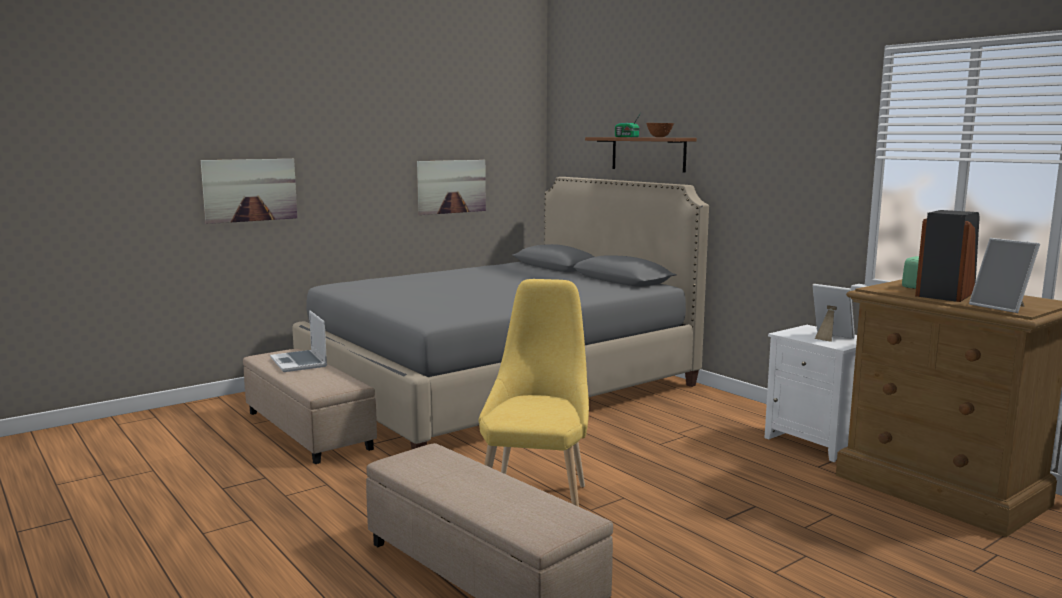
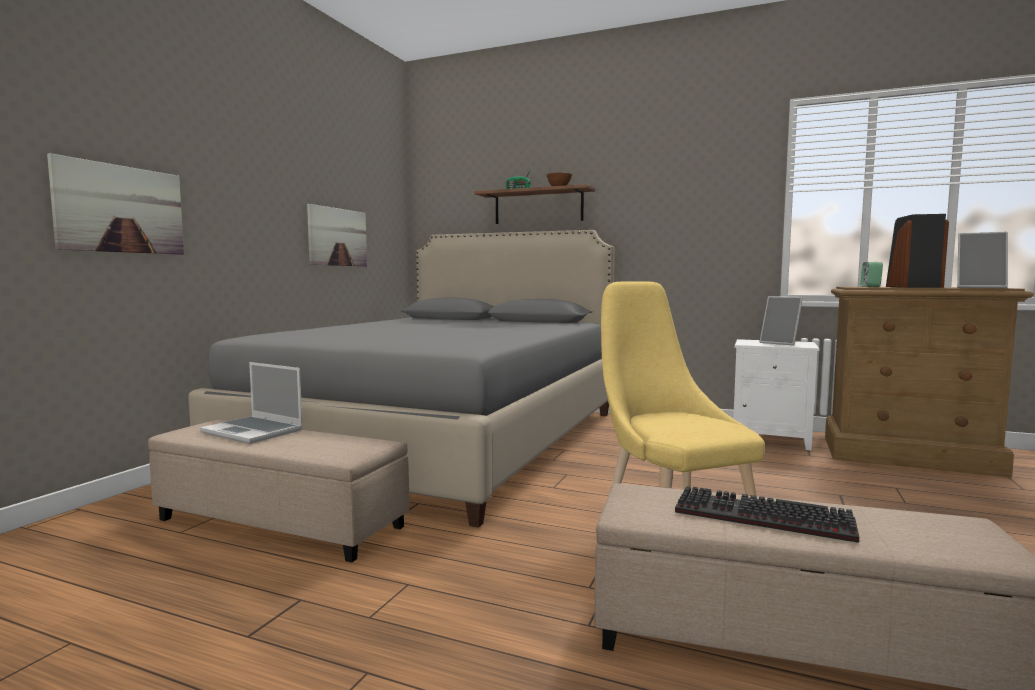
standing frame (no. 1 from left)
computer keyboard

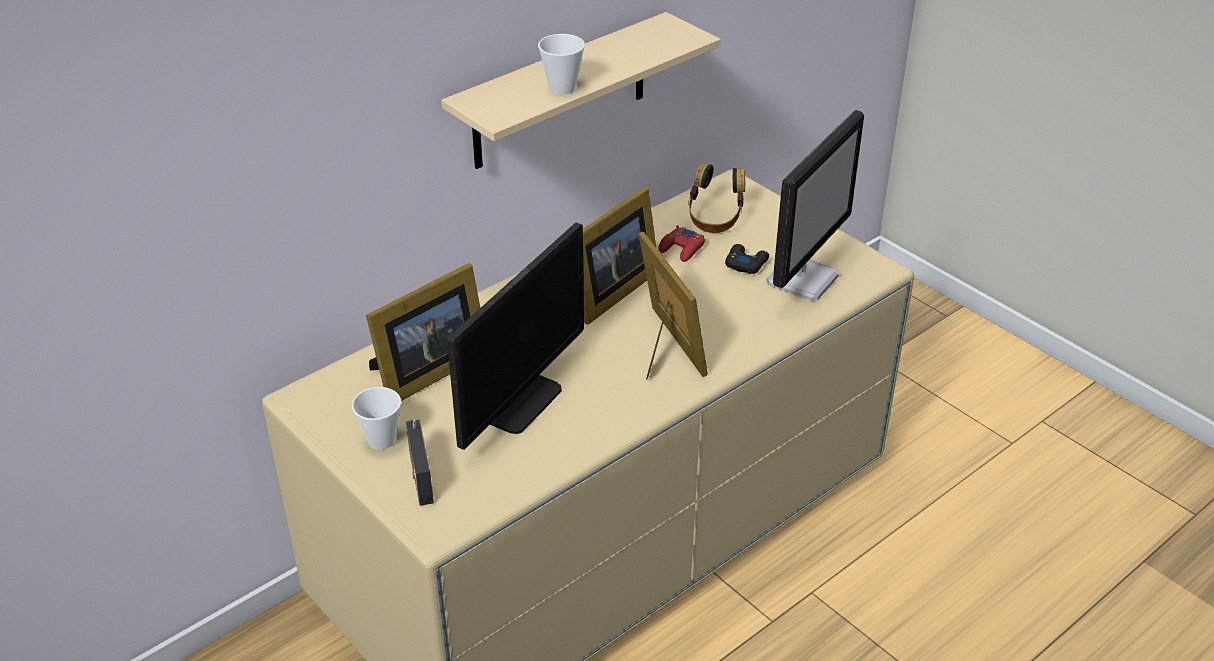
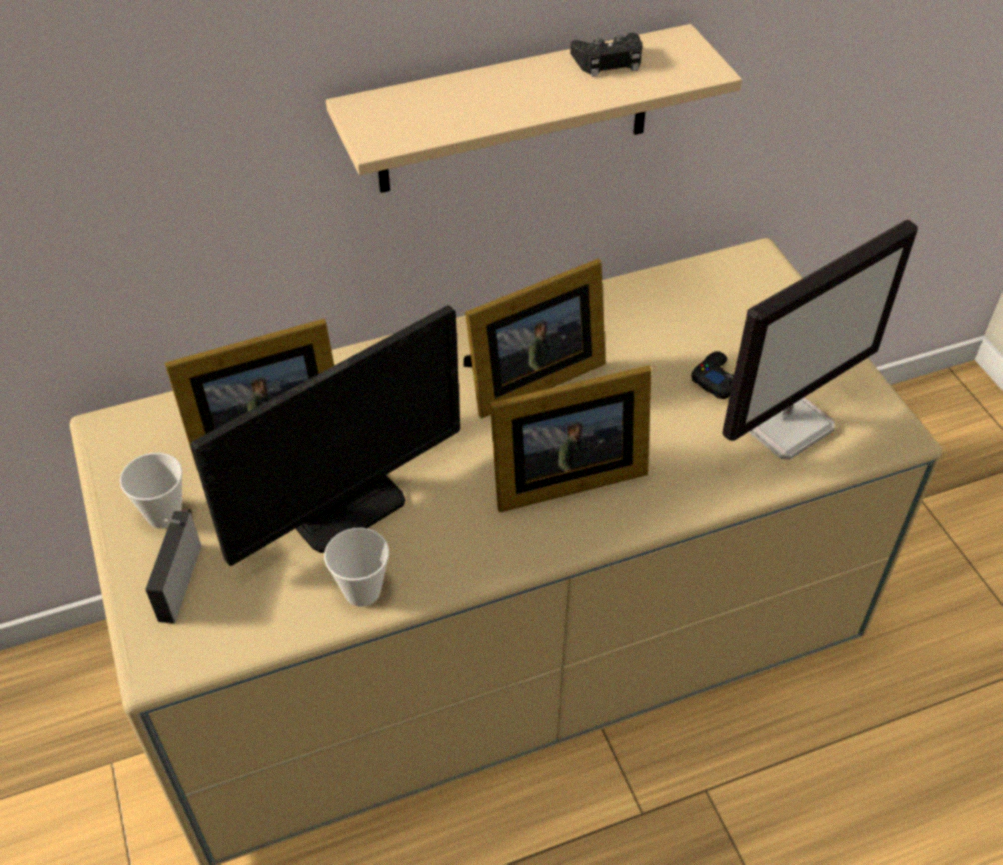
small cup (no. 2 from left)
headphones
red-coloured game controller
standing frame (no. 3 from left)
black-coloured game controller (no. 1 from left)

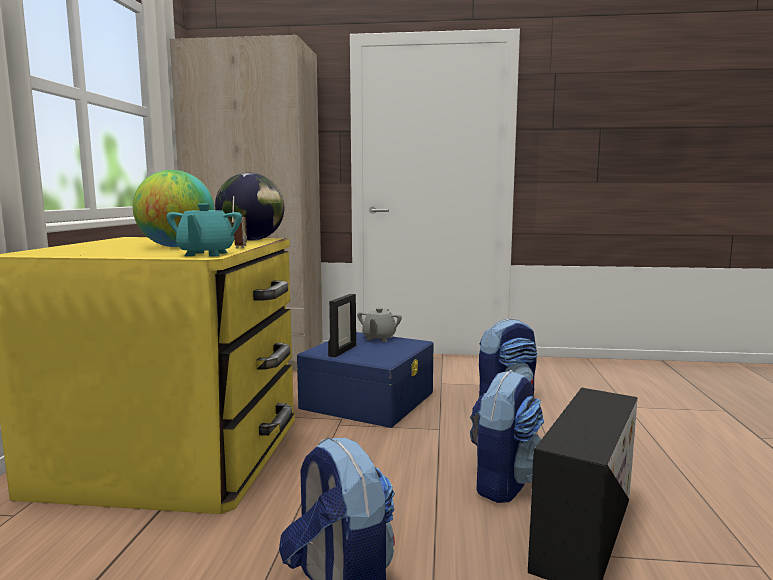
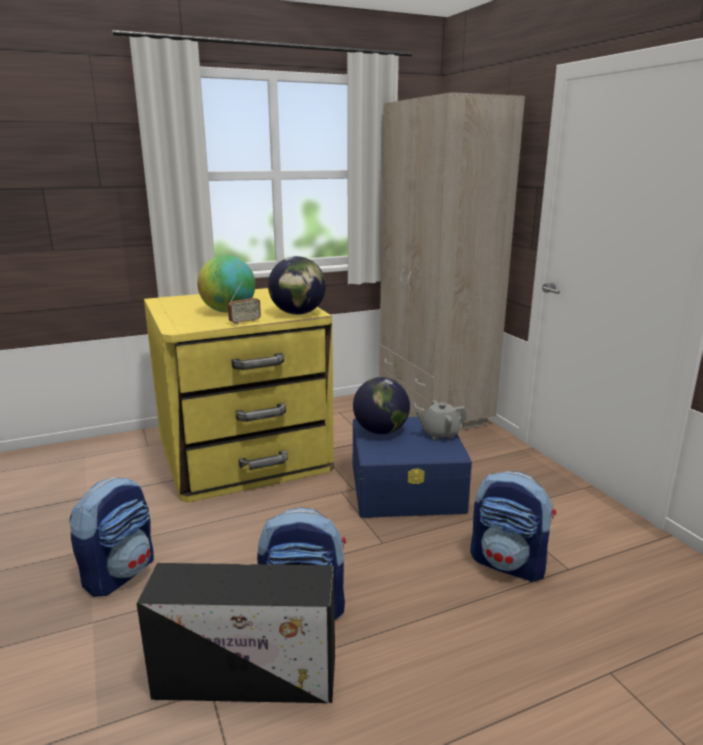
blue-green pot for tea
desk globe (no. 3 from left)

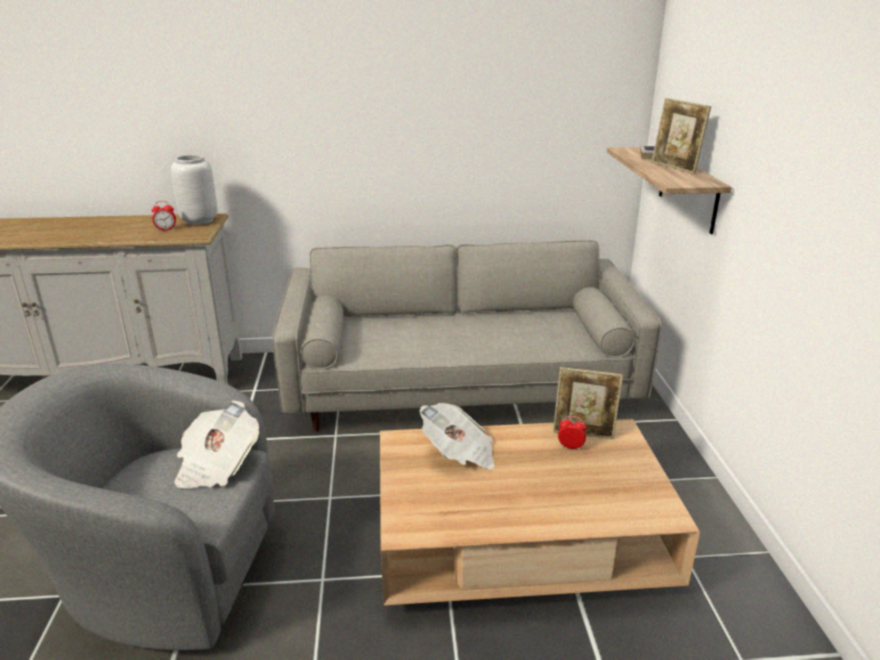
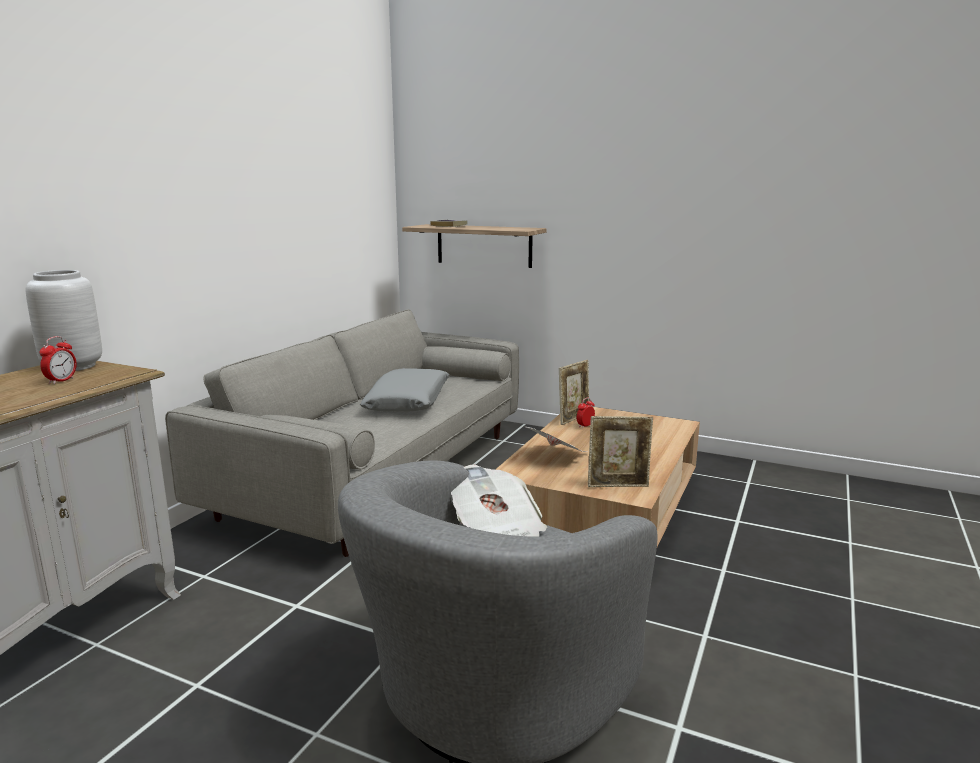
standing frame (no. 2 from left)
grey pillow

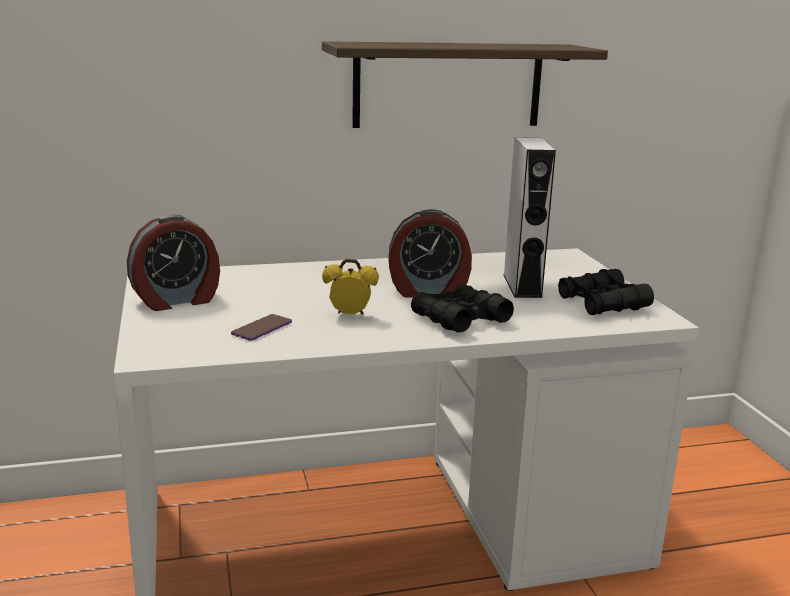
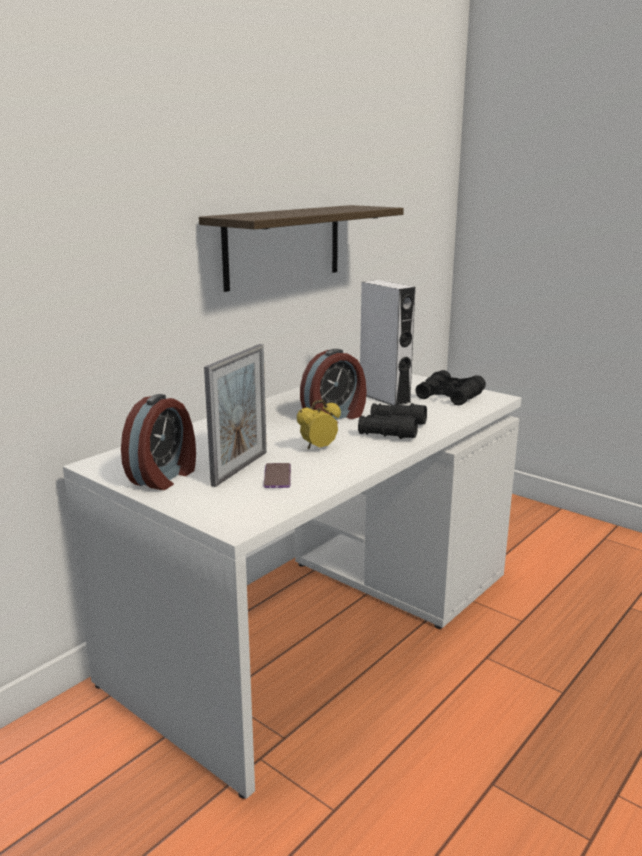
standing frame

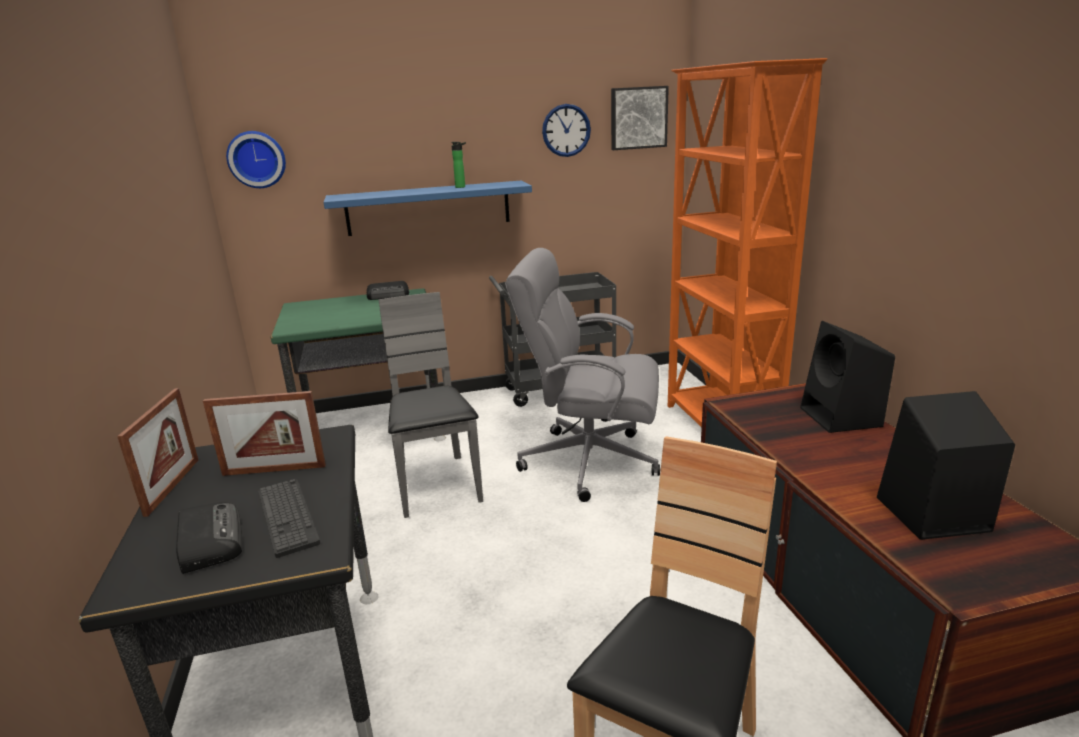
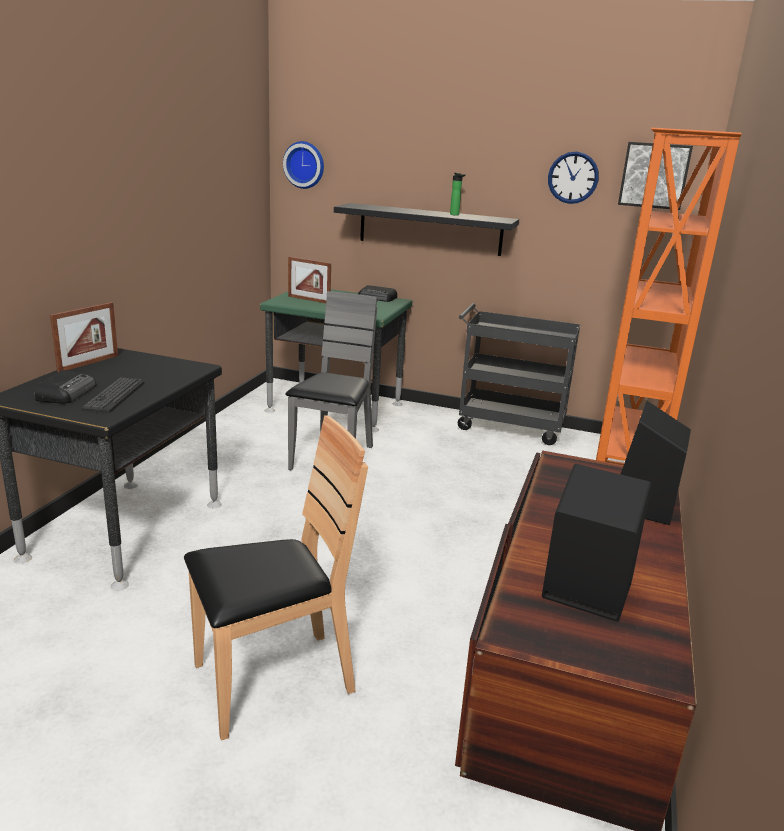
black-coloured shelf
grey desk chair
standing frame (no. 2 from left)

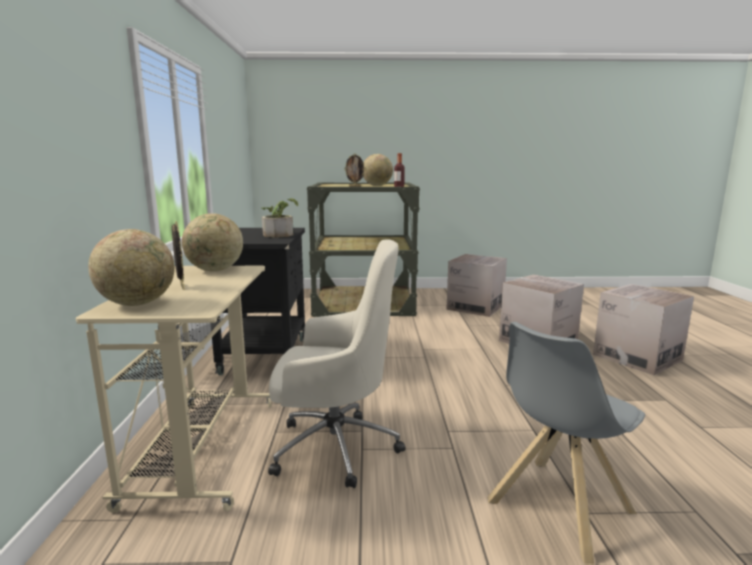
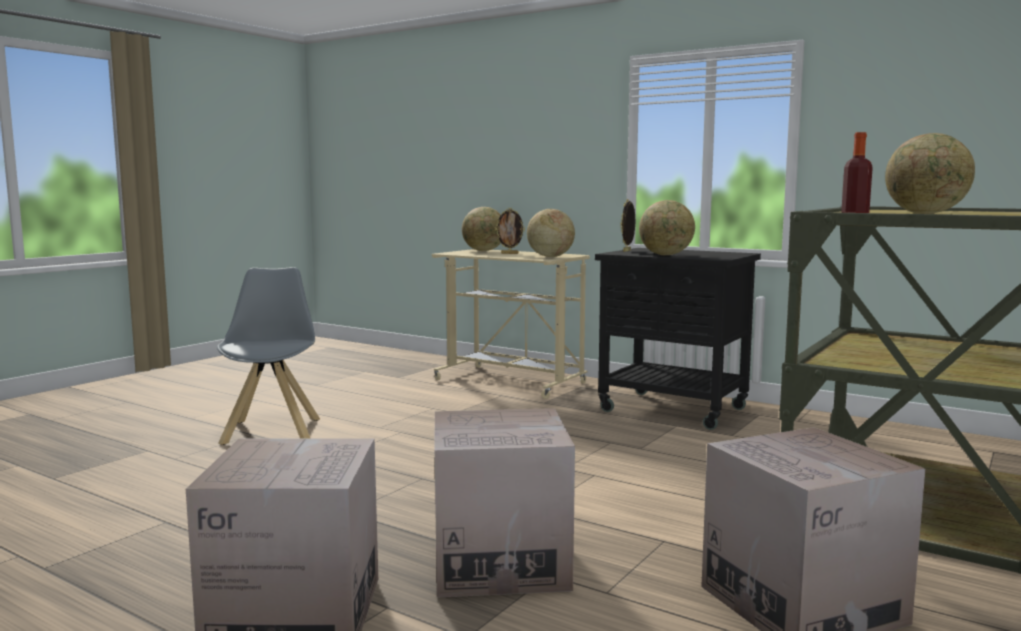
standing frame (no. 2 from left)
desk globe (no. 3 from left)
sand-coloured desk chair

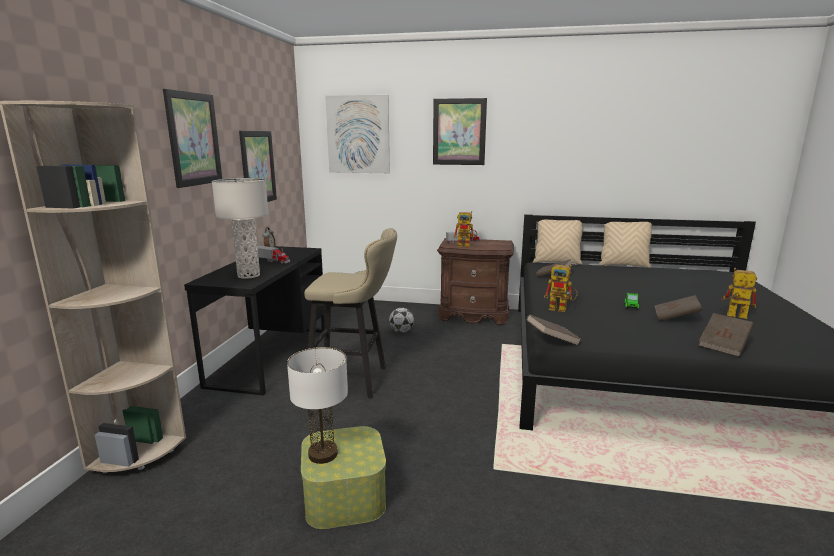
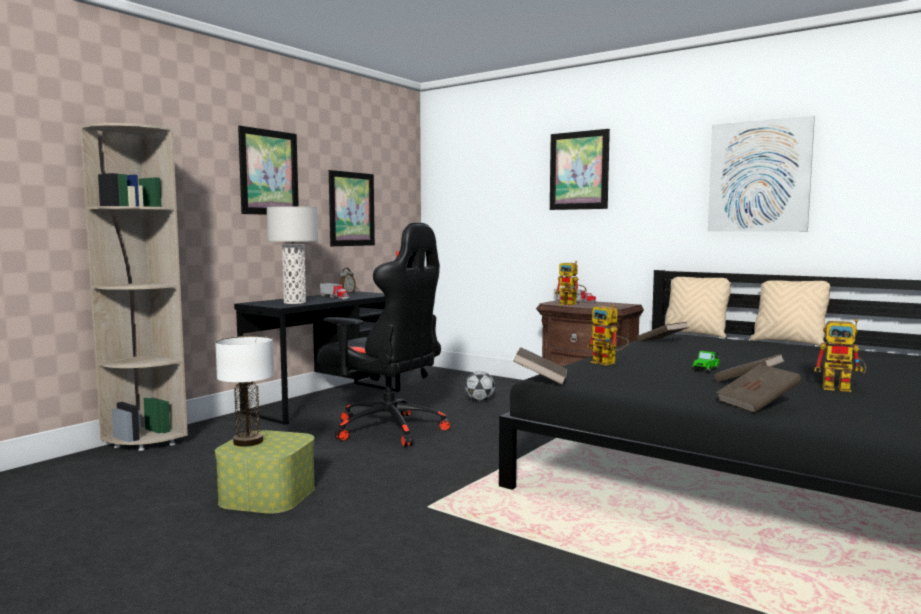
picture (no. 4 from left)
black-coloured desk chair
robot figure (no. 3 from left)

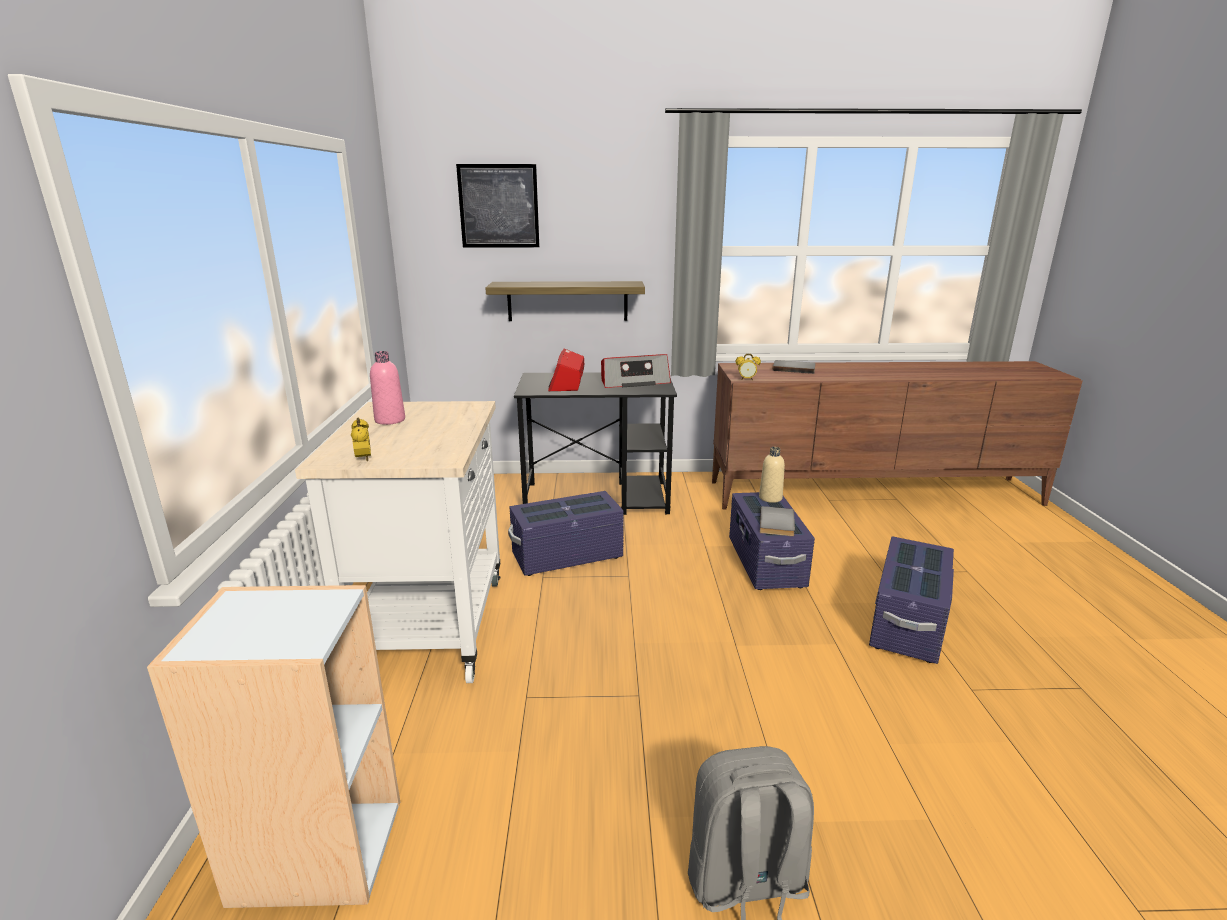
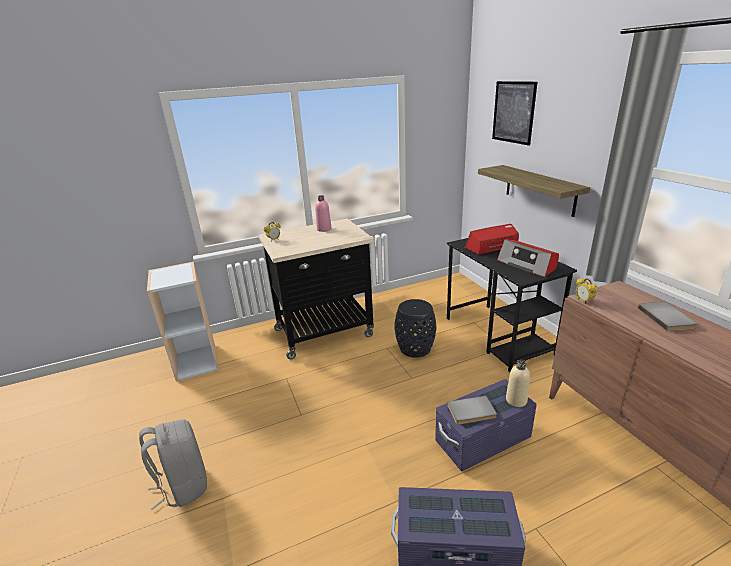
black-coloured wheeled cart
black-coloured sitting stool

